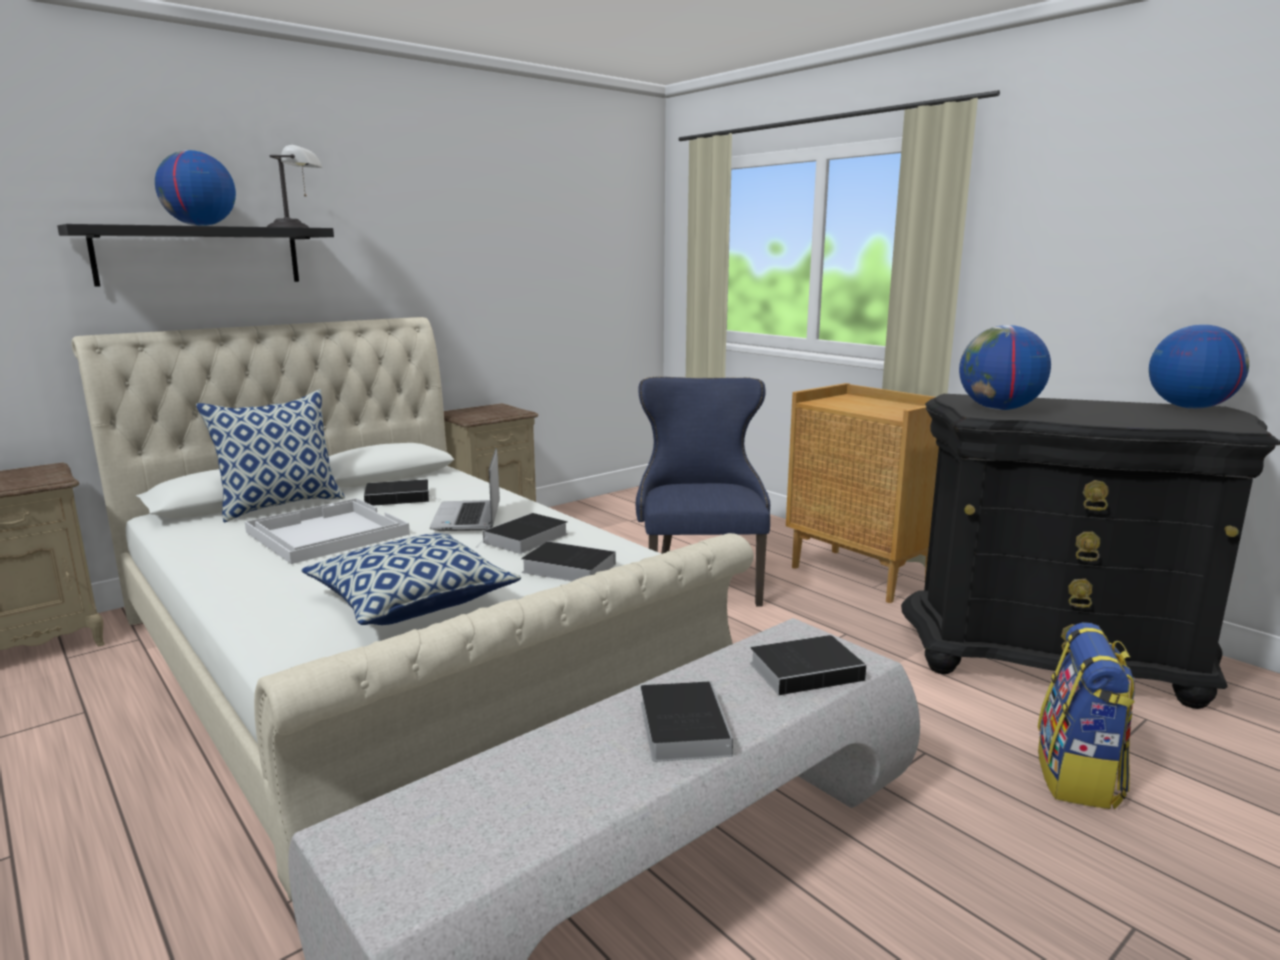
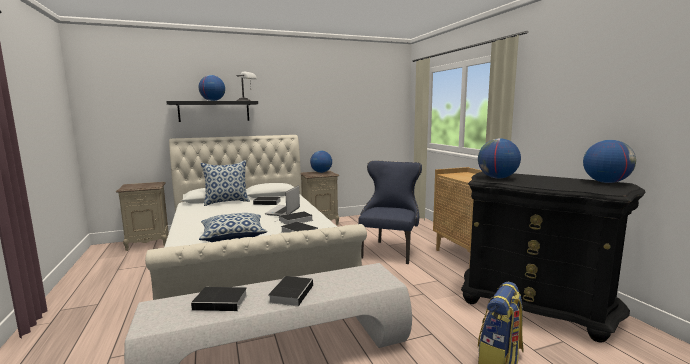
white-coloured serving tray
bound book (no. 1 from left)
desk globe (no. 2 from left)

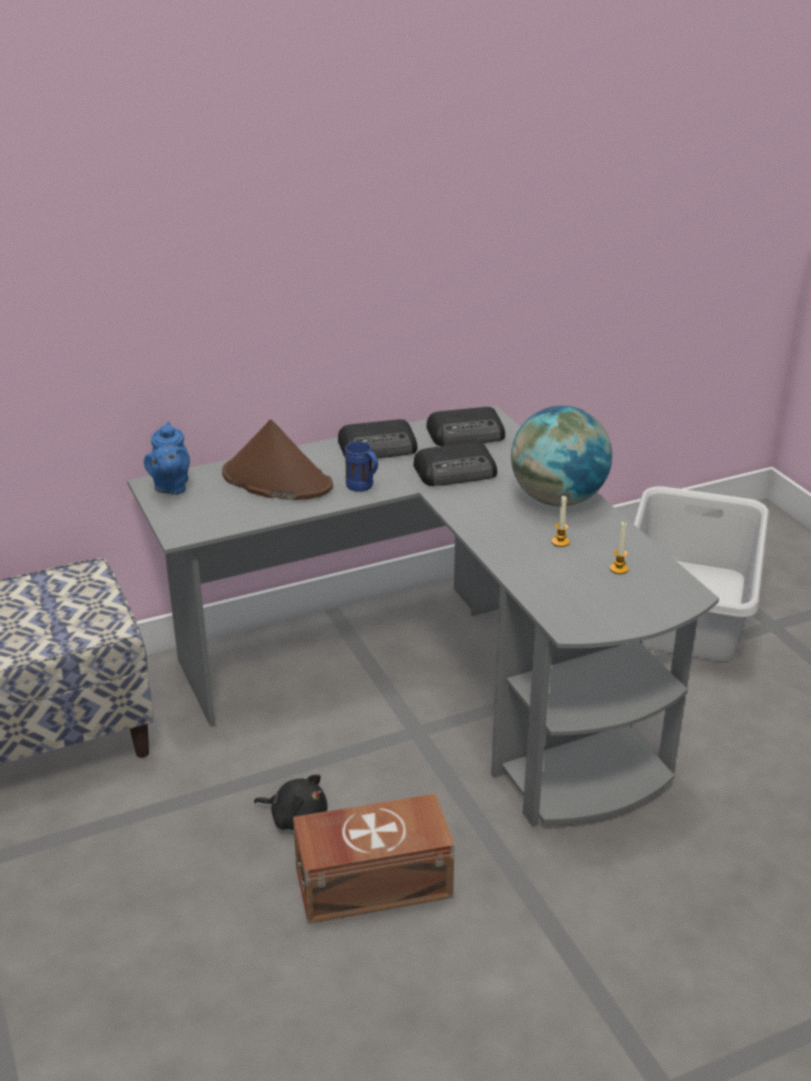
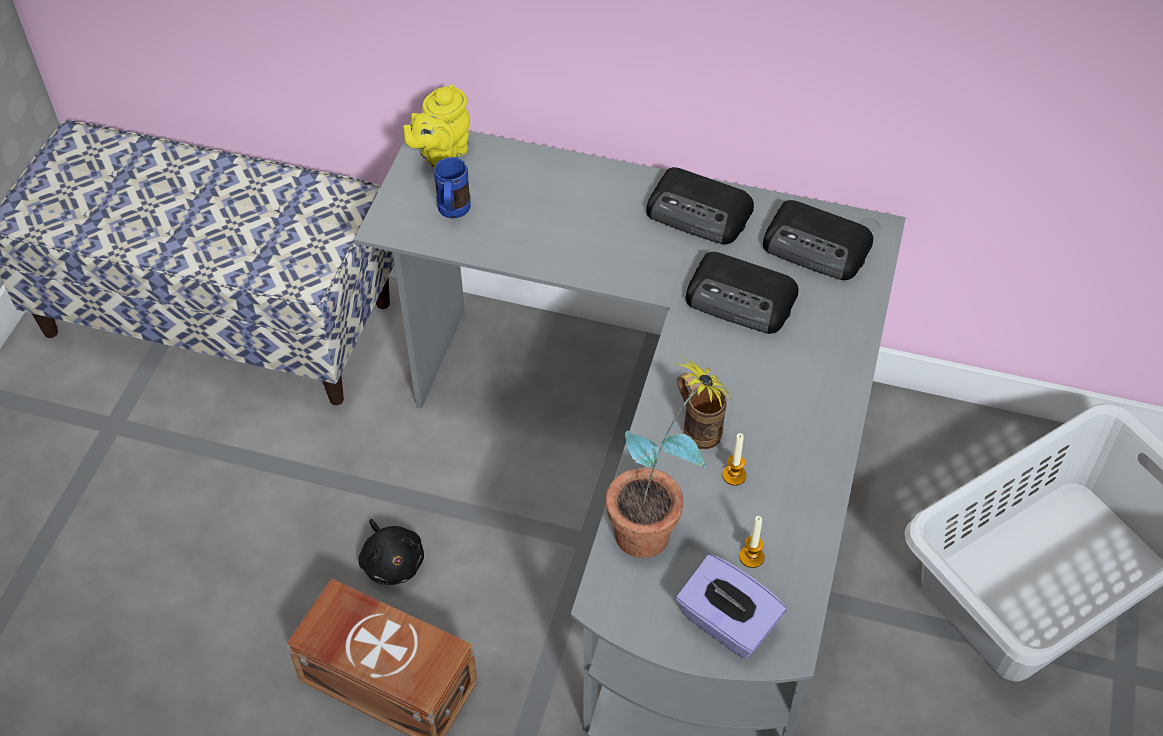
desk globe
brown wearable hat
yellow-coloured pot for tea
blue tea mug
potted plant
brown tea mug
purple tissue holder

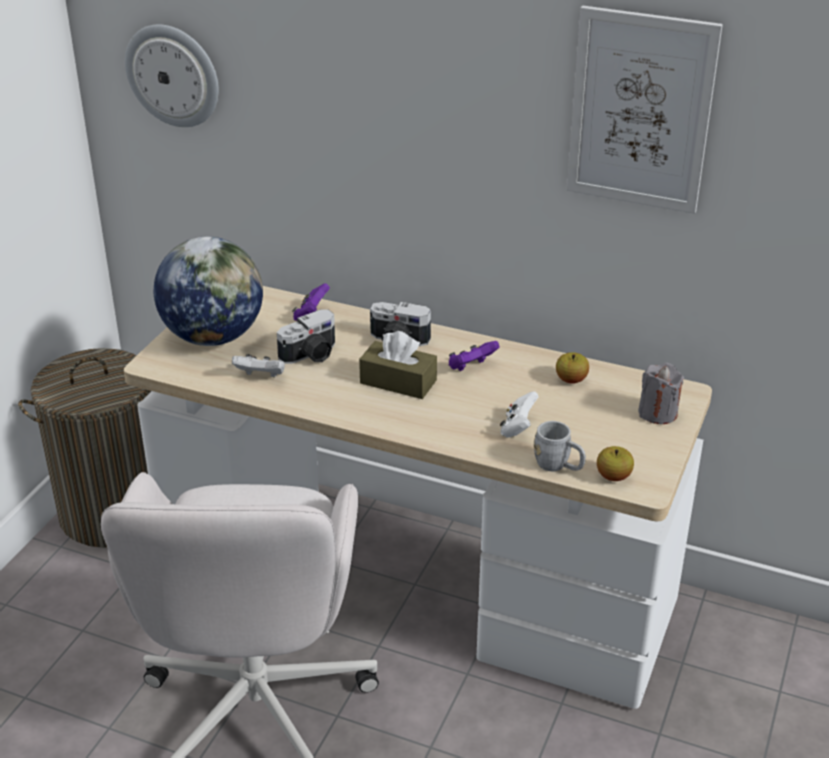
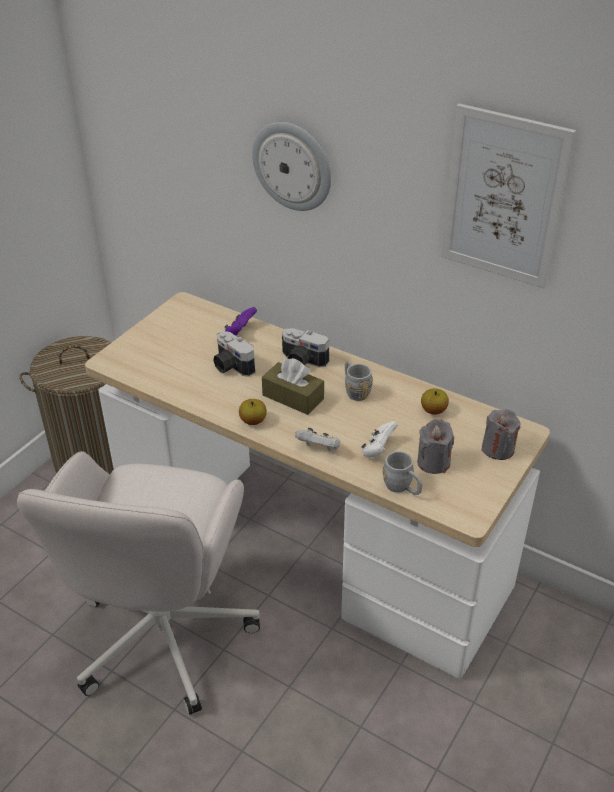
hanging clock
desk globe
photo camera (no. 1 from left)
grey tea mug (no. 1 from left)
white-coloured game controller (no. 1 from left)
apple fruit (no. 1 from left)
grey candle (no. 1 from left)

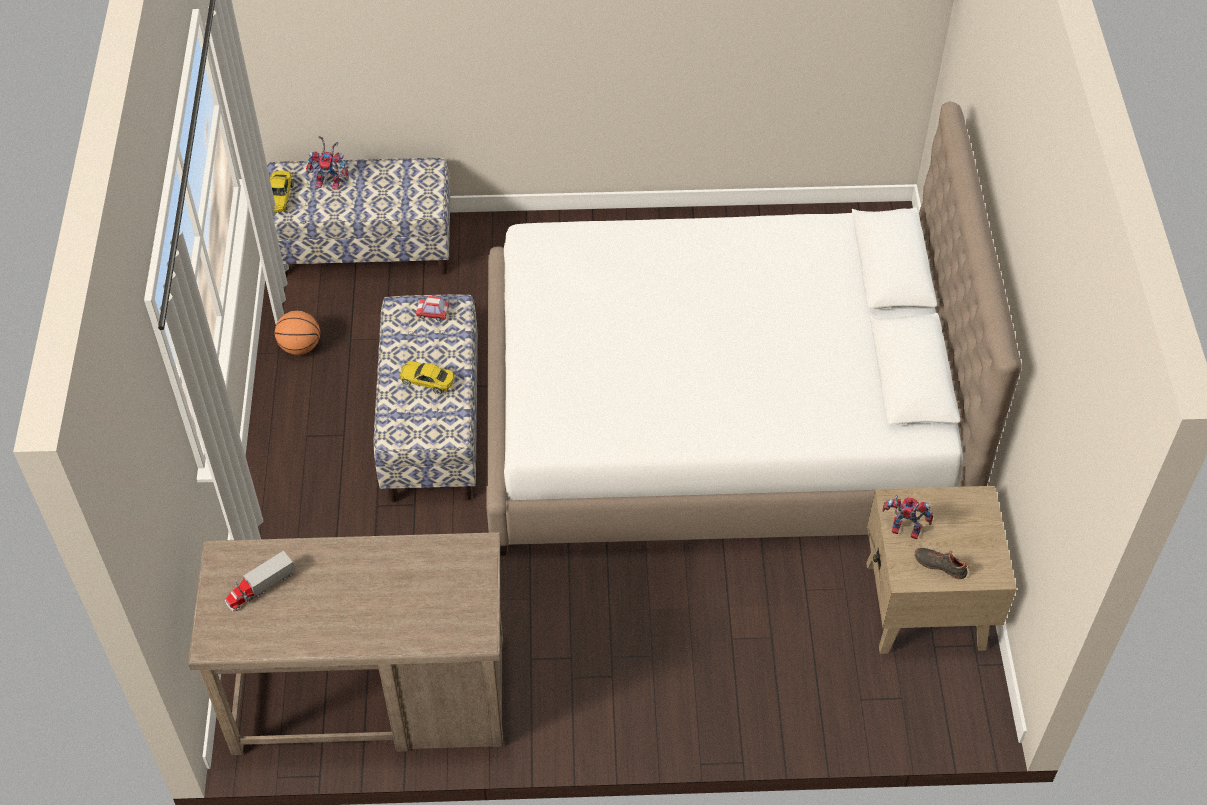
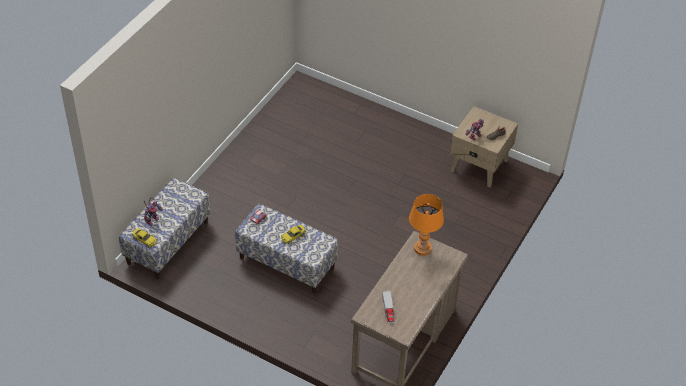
white-coloured sleeping bed
basketball
orange table lamp

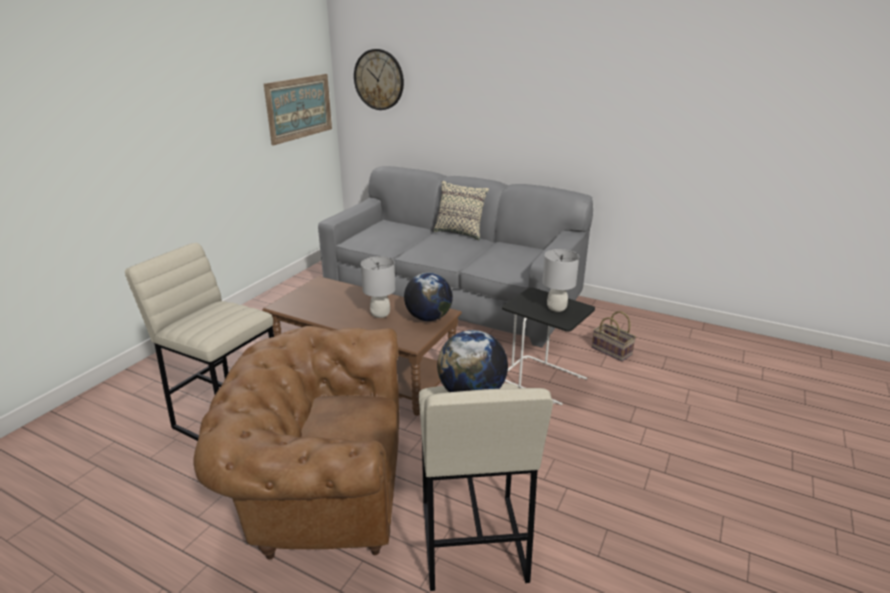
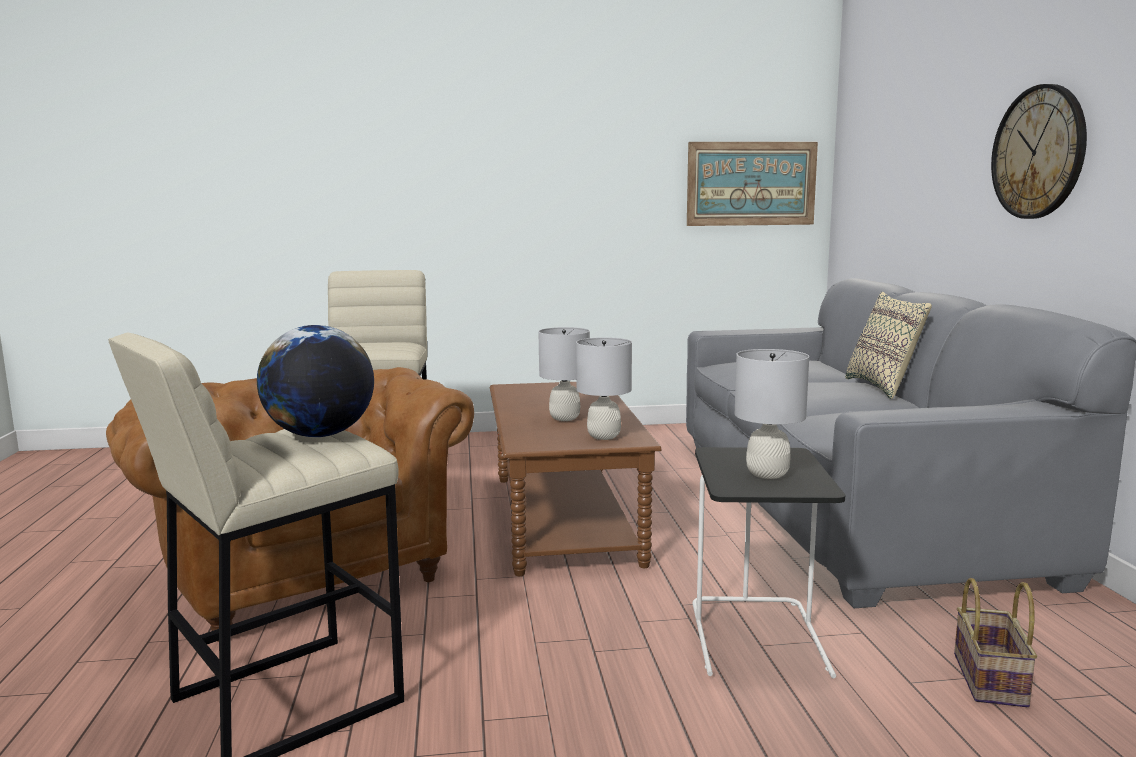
hanging clock
grey table lamp (no. 2 from left)

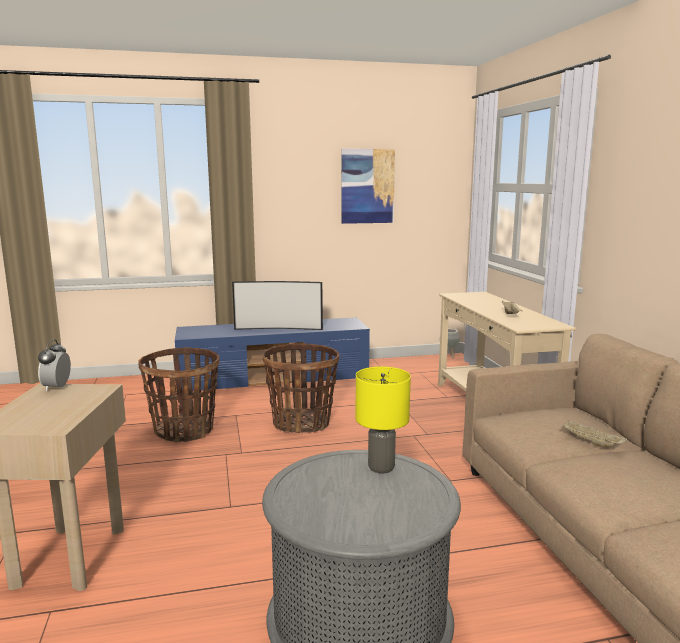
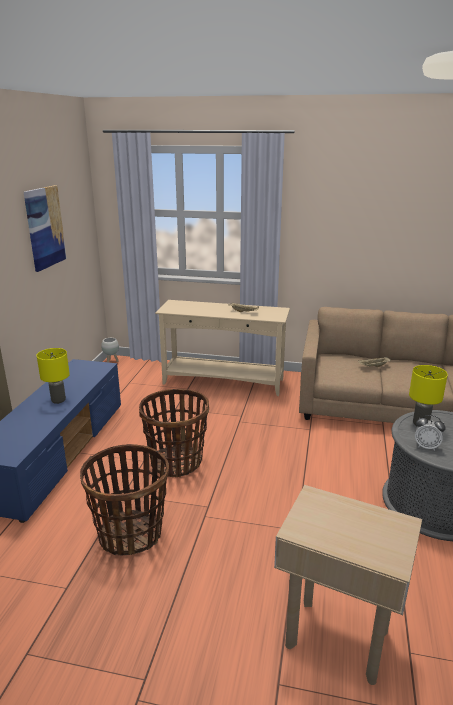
yellow-coloured table lamp (no. 1 from left)
alarm clock

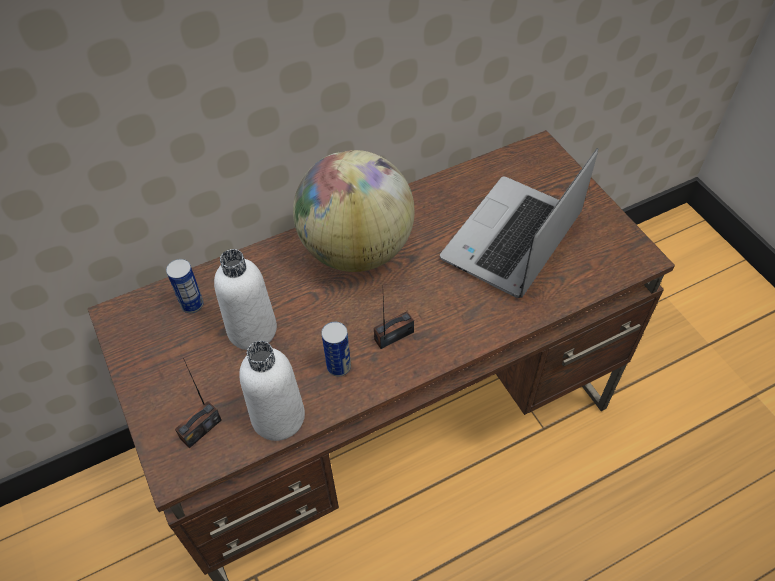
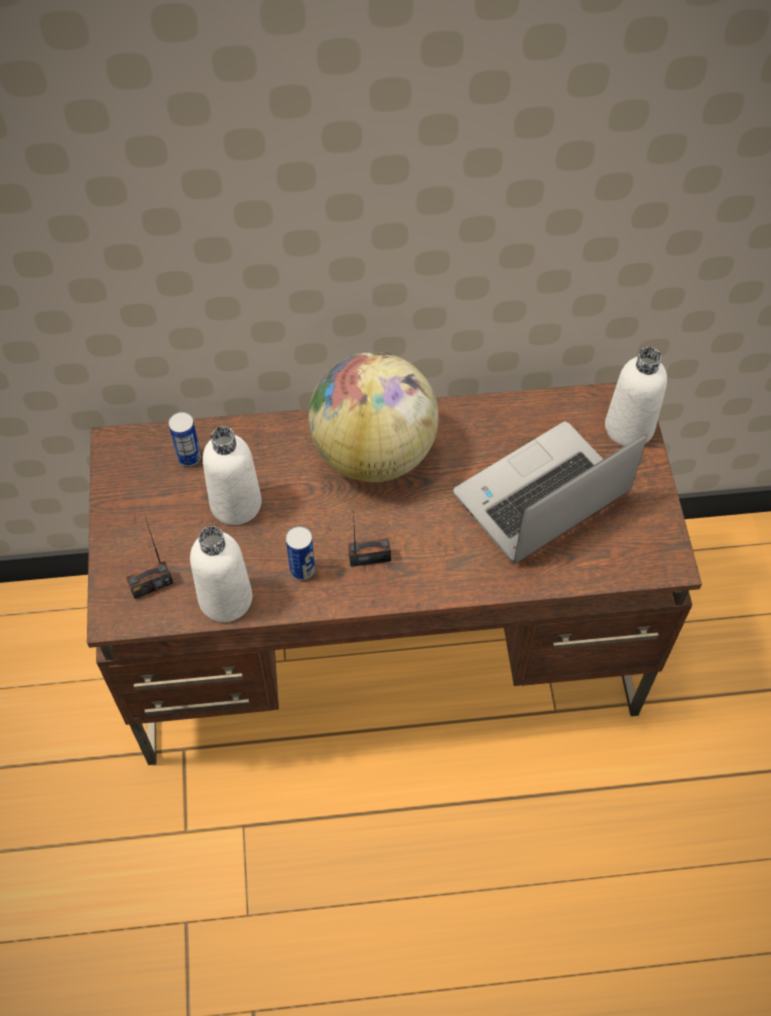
white-coloured beverage bottle (no. 3 from left)

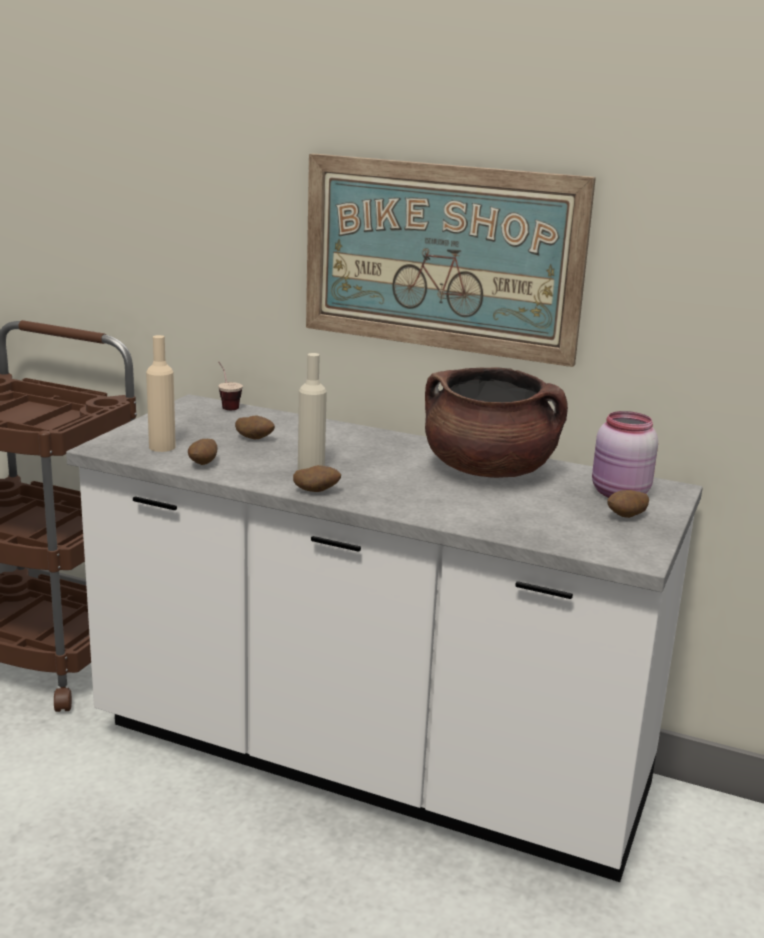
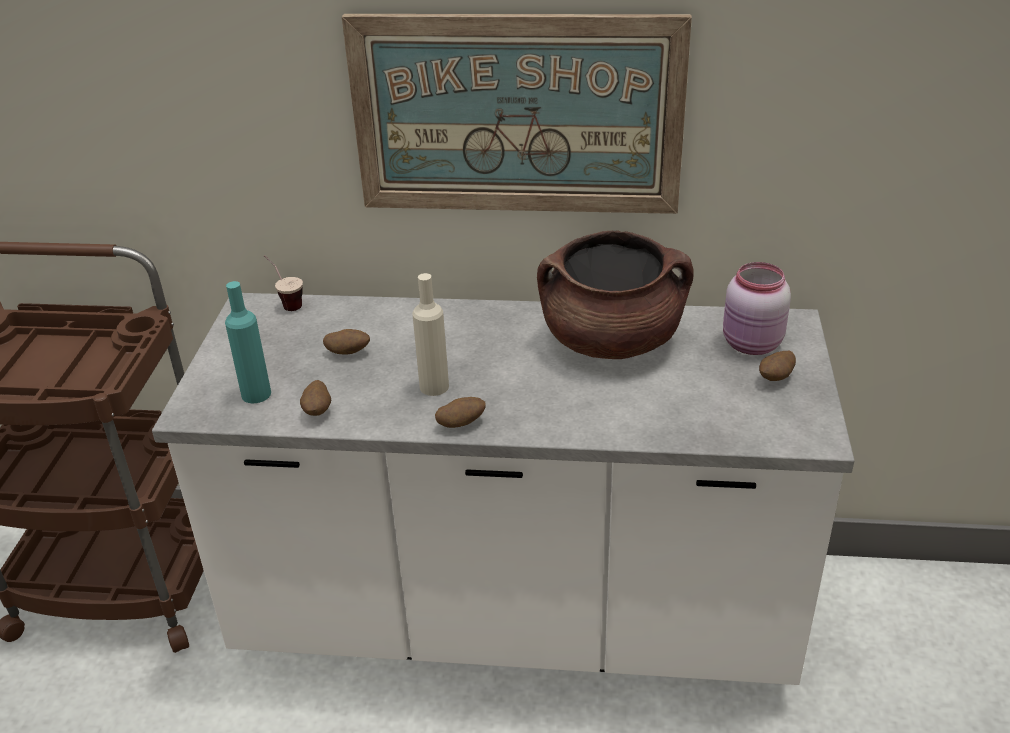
blue-green beverage bottle

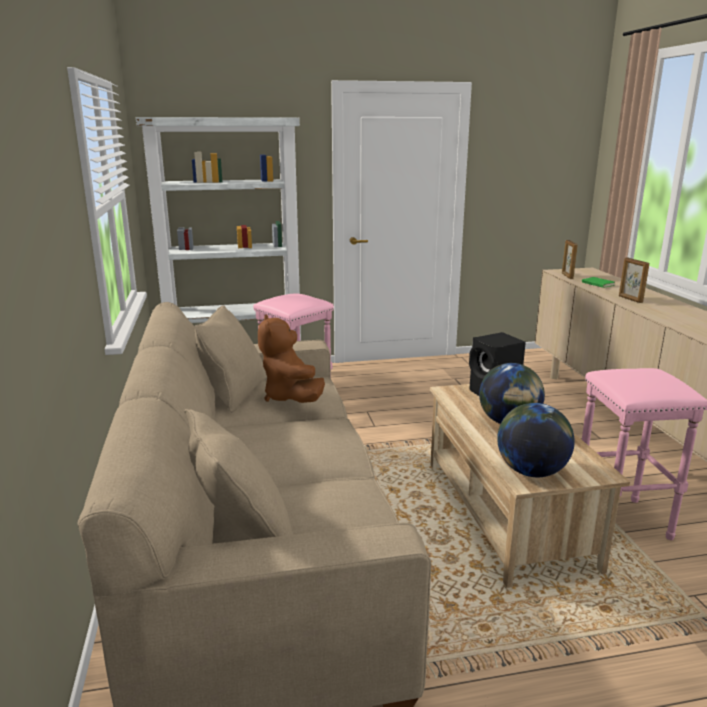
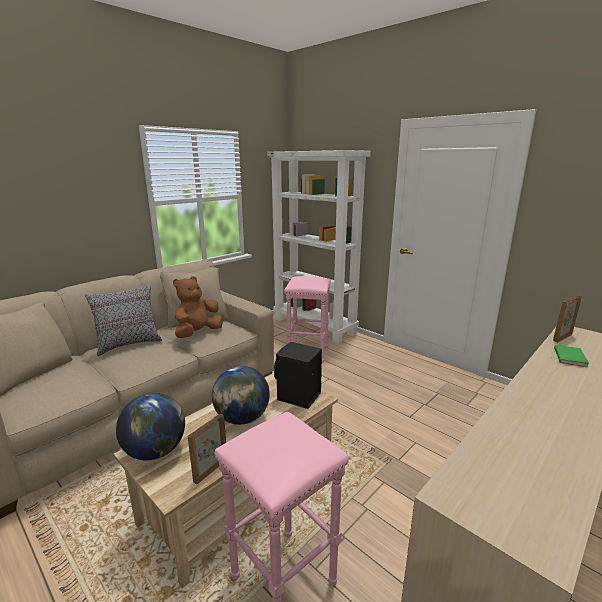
standing frame (no. 1 from left)
grey pillow

